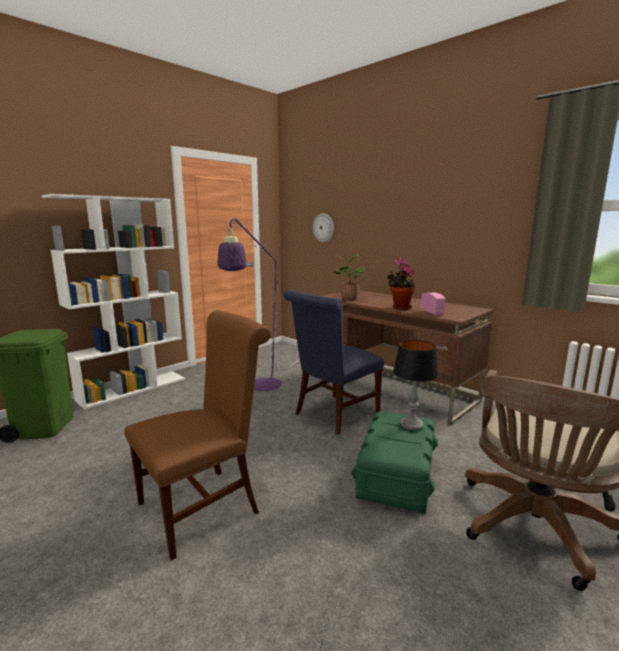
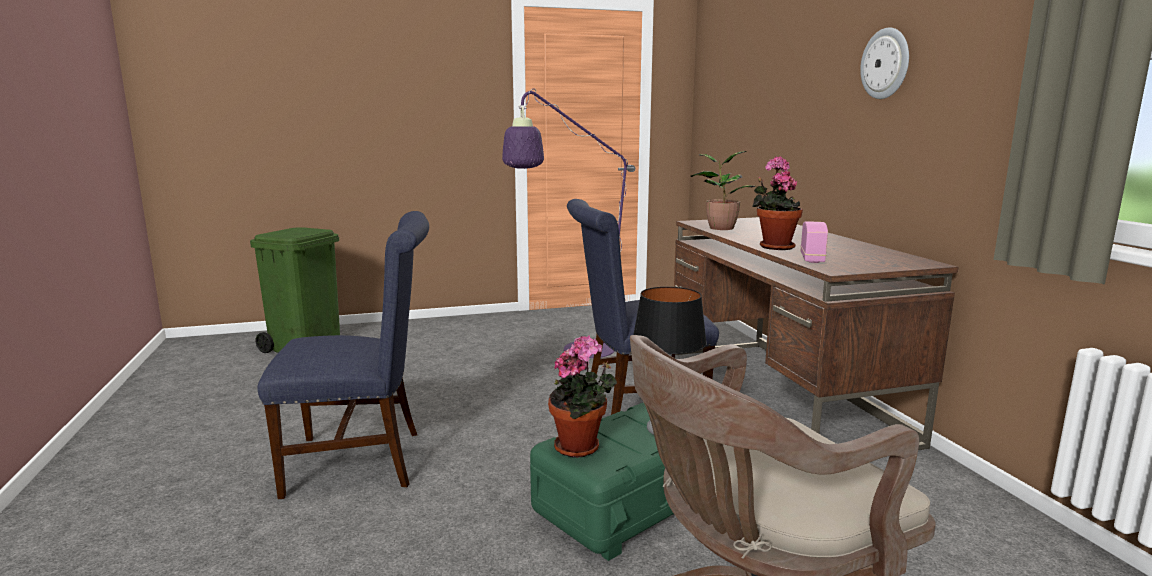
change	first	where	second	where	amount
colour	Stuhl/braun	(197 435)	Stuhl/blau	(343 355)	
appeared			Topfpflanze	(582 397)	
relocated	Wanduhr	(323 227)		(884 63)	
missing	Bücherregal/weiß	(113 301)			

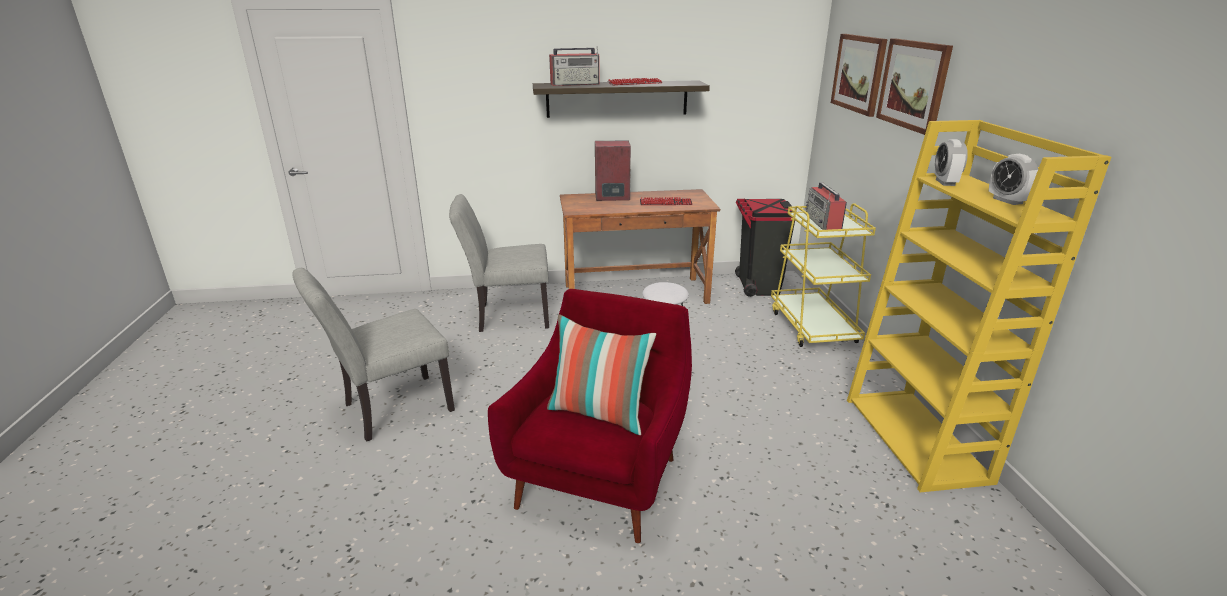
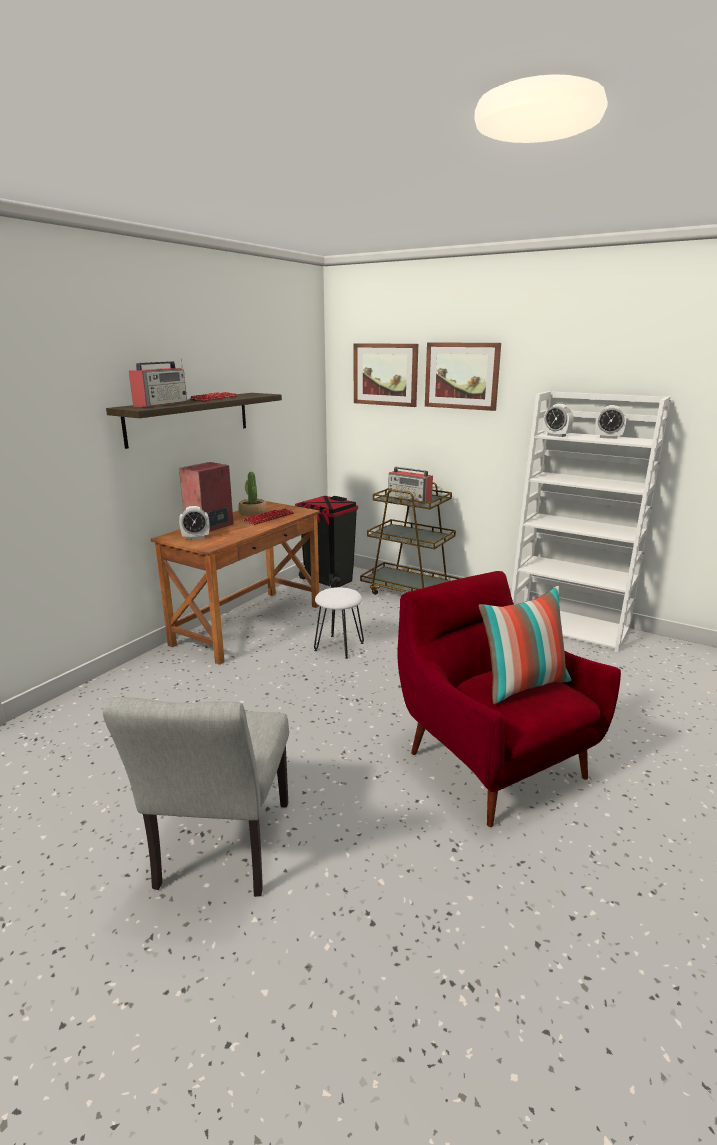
change	first	where	second	where	amount
appeared			Wecker	(194 523)	
appeared			Topfpflanze	(252 494)	
colour	Rollwagen/gelb	(823 275)	Rollwagen/braun	(410 538)	
colour	Bücherregal/gelb	(979 306)	Bücherregal/weiß	(591 521)	
missing	Stuhl/grau	(499 263)			

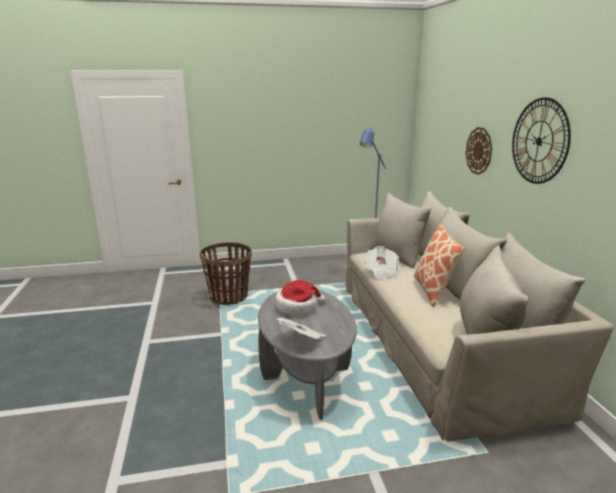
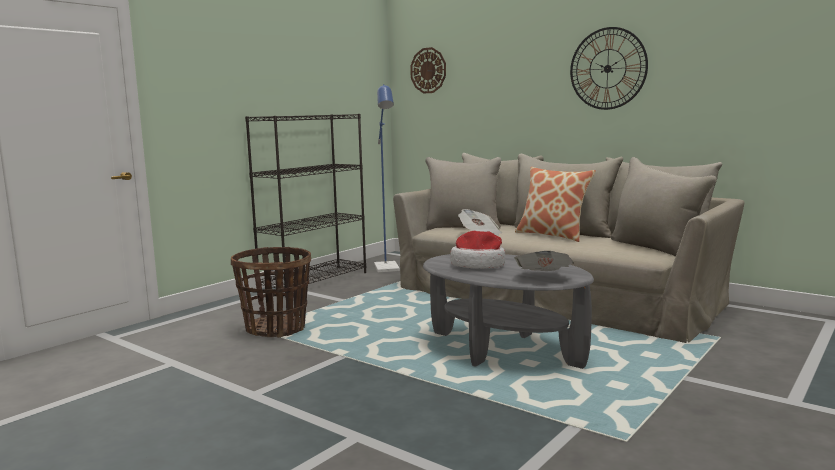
change	first	where	second	where	amount
appeared			Bücherregal/schwarz	(305 205)	
relocated	Wanduhr	(479 151)		(428 70)	

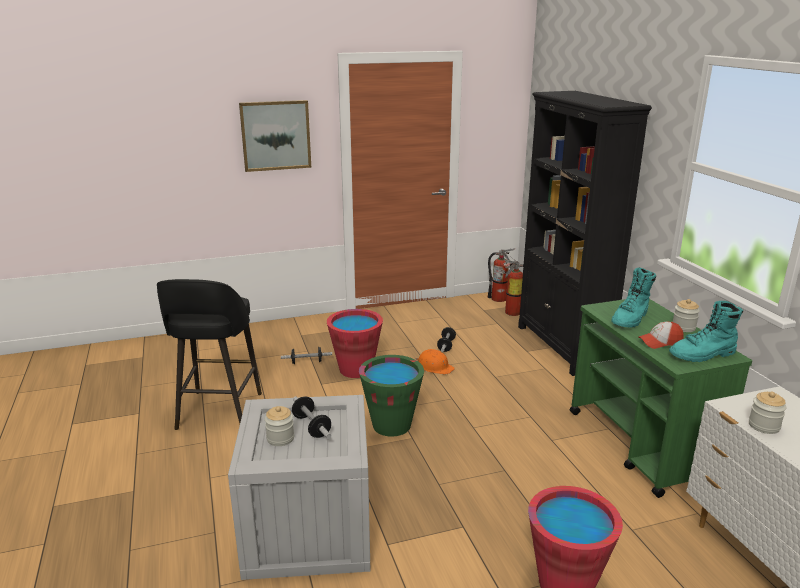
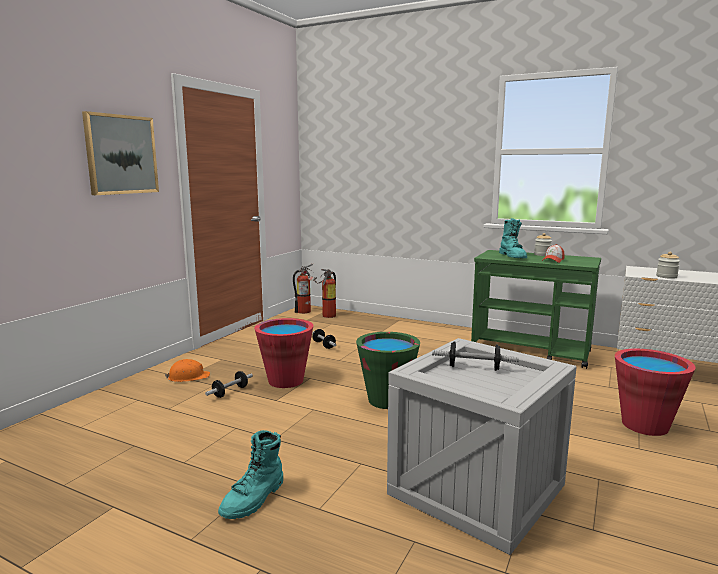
change	first	where	second	where	amount
relocated	Schutzhelm/orange	(435 362)		(187 370)	
relocated	Stiefel/türkis	(706 331)		(250 474)	
missing	Hocker/schwarz	(209 354)			
missing	Vorratsglas	(279 426)			
missing	Bücherregal/schwarz	(585 233)			

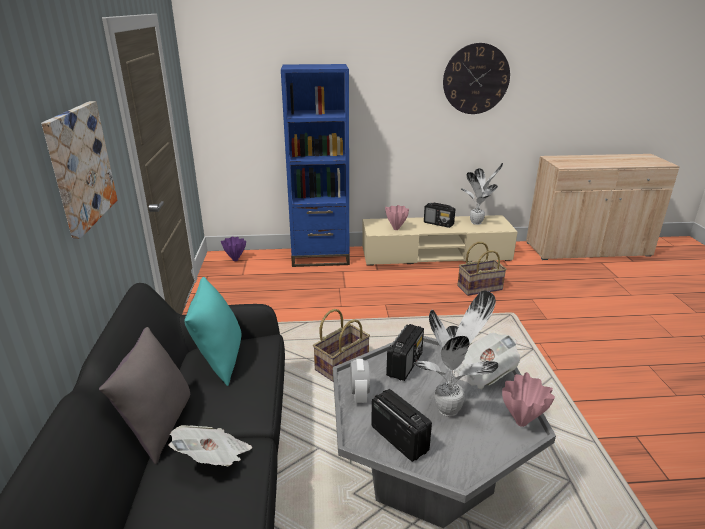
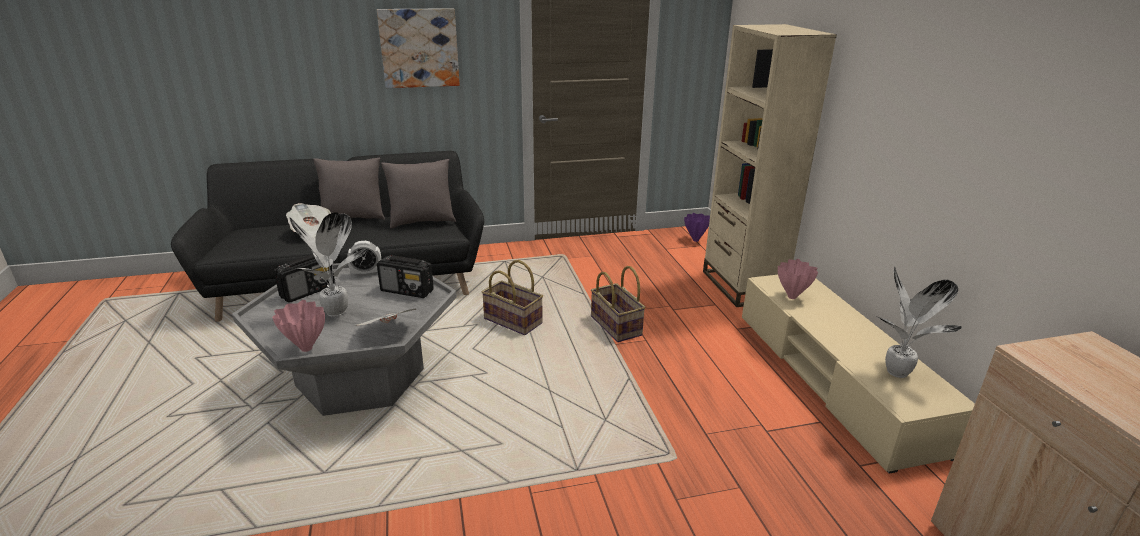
change	first	where	second	where	amount
colour	Kissen/türkis	(213 331)	Kissen/grau	(418 194)	
relocated	Korb	(482 269)		(618 304)	
colour	Bücherregal/blau	(315 165)	Bücherregal/beige	(770 165)	
missing	Radio	(440 215)			
missing	Wanduhr	(476 78)			

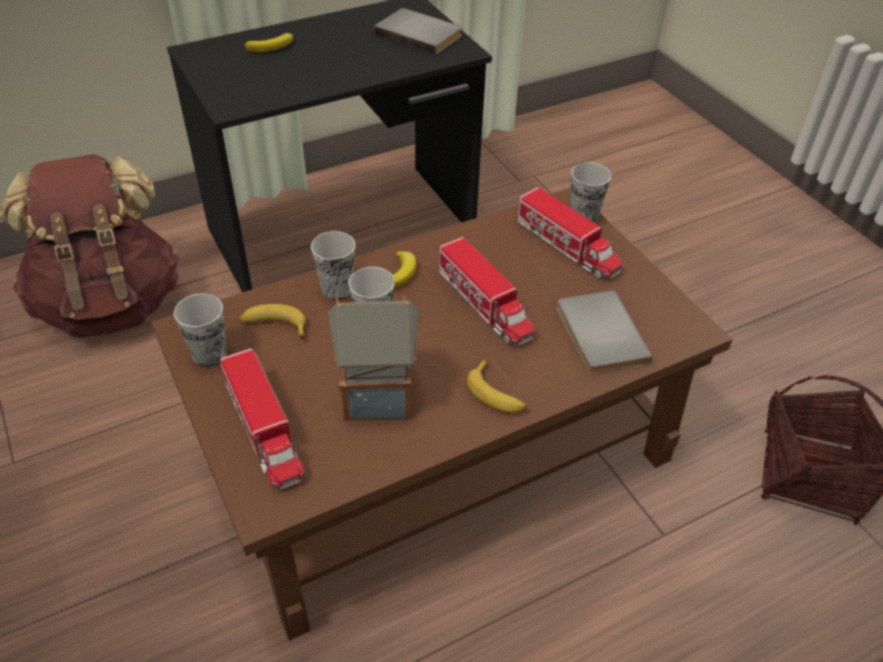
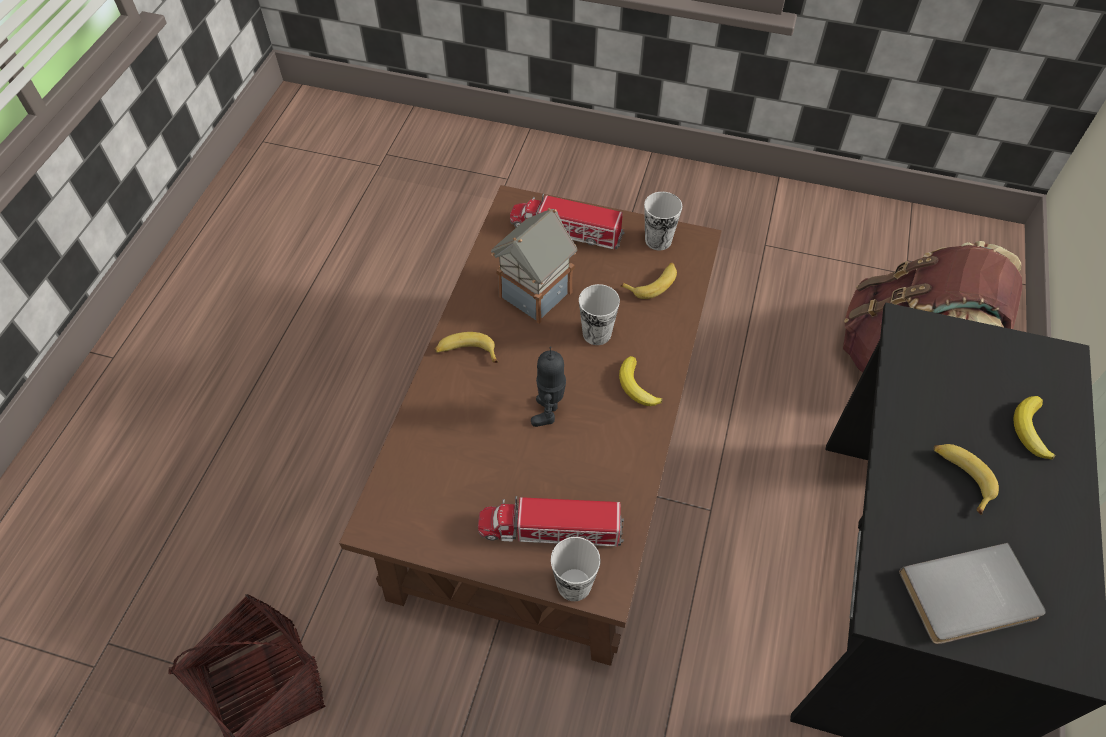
change	first	where	second	where	amount
exchanged	Spielzeuglaster	(486 291)	Spielzeugroboter	(548 387)	
appeared			Banane	(966 479)	
missing	Tasse	(333 265)			
missing	Buch/grau	(605 332)			

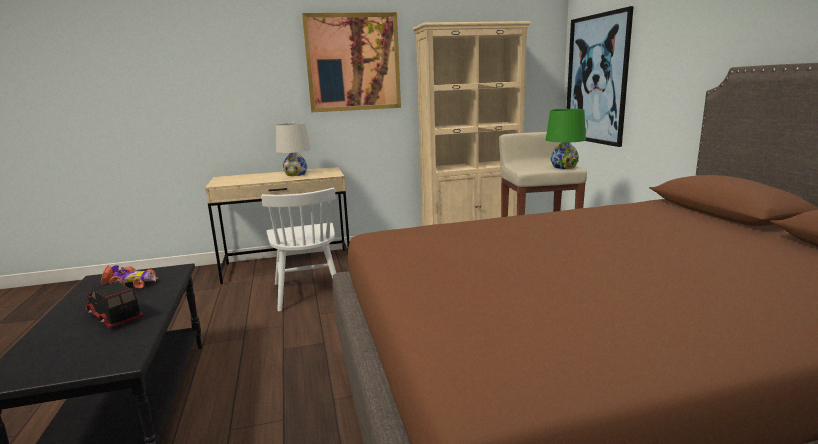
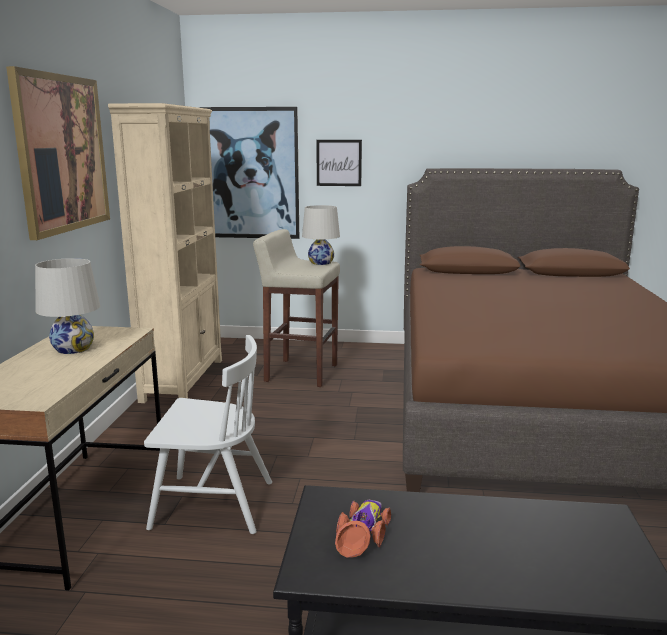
change	first	where	second	where	amount
colour	Tischlampe/grün	(566 139)	Tischlampe/weiß	(321 235)	
appeared			Bild	(339 163)	
missing	Spielzeuglaster	(114 305)			

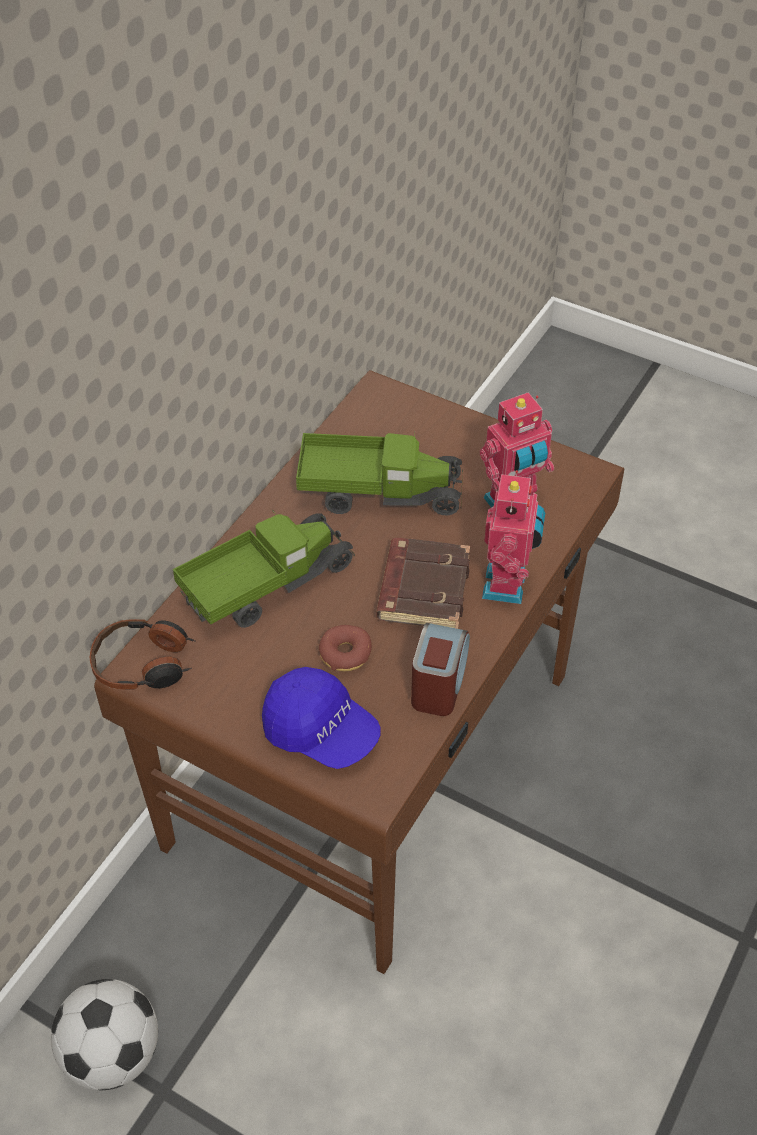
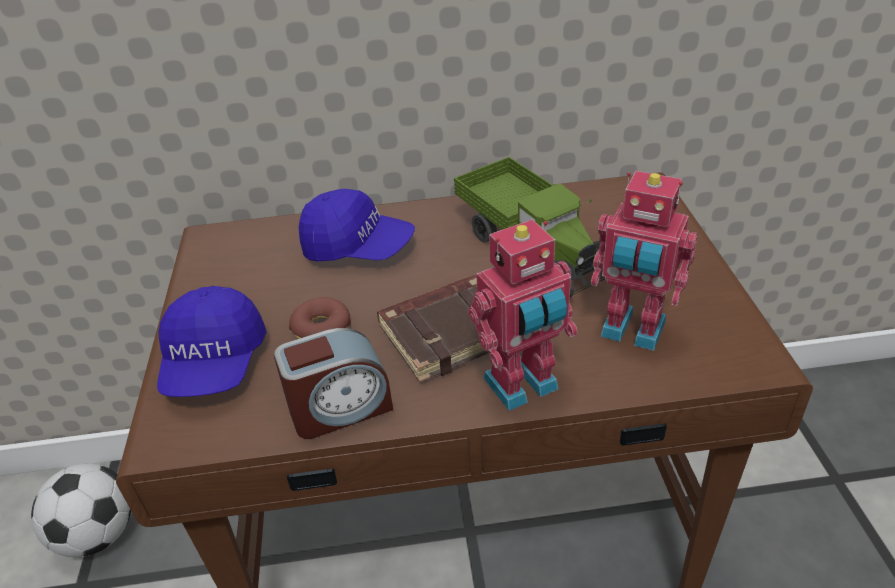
change	first	where	second	where	amount
exchanged	Spielzeuglaster	(264 569)	Kappe/blau	(357 225)	
missing	Kopfhörer	(143 654)			

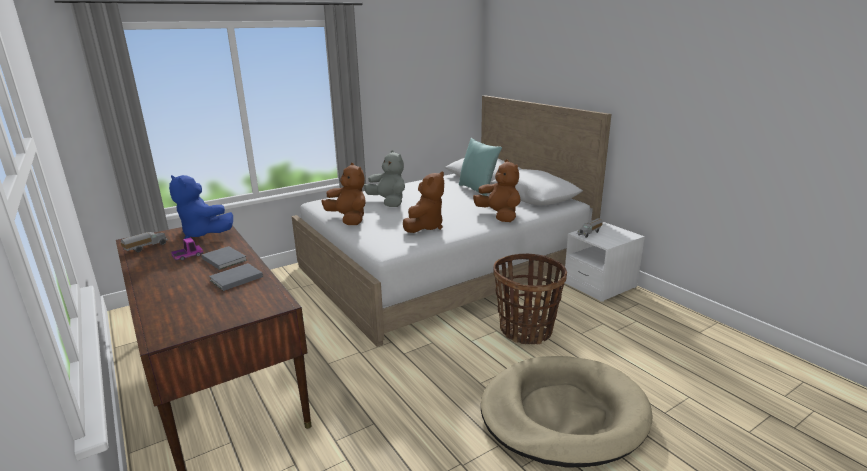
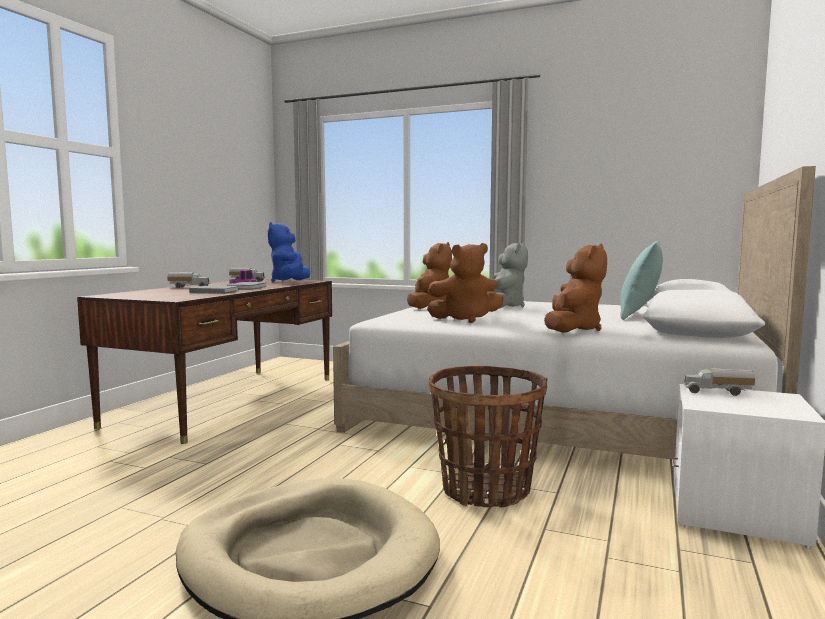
change	first	where	second	where	amount
appeared			Spielzeuglaster	(189 280)	

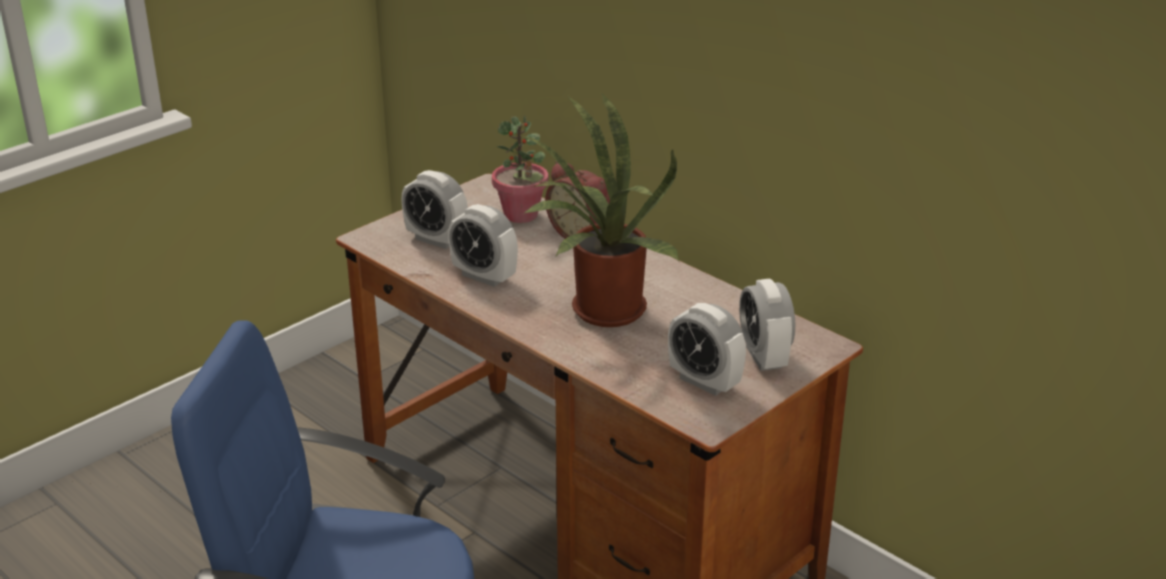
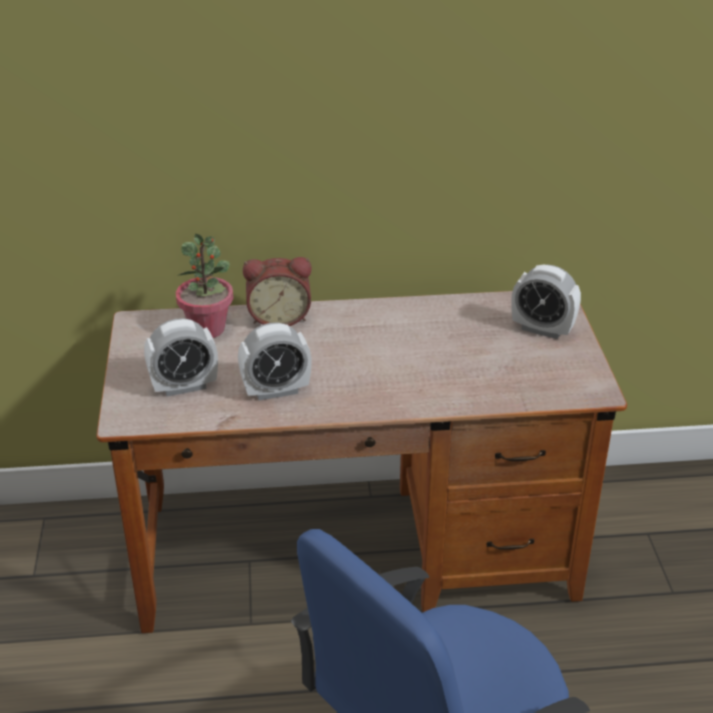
change	first	where	second	where	amount
missing	Topfpflanze	(600 209)			
missing	Wecker	(707 349)			

